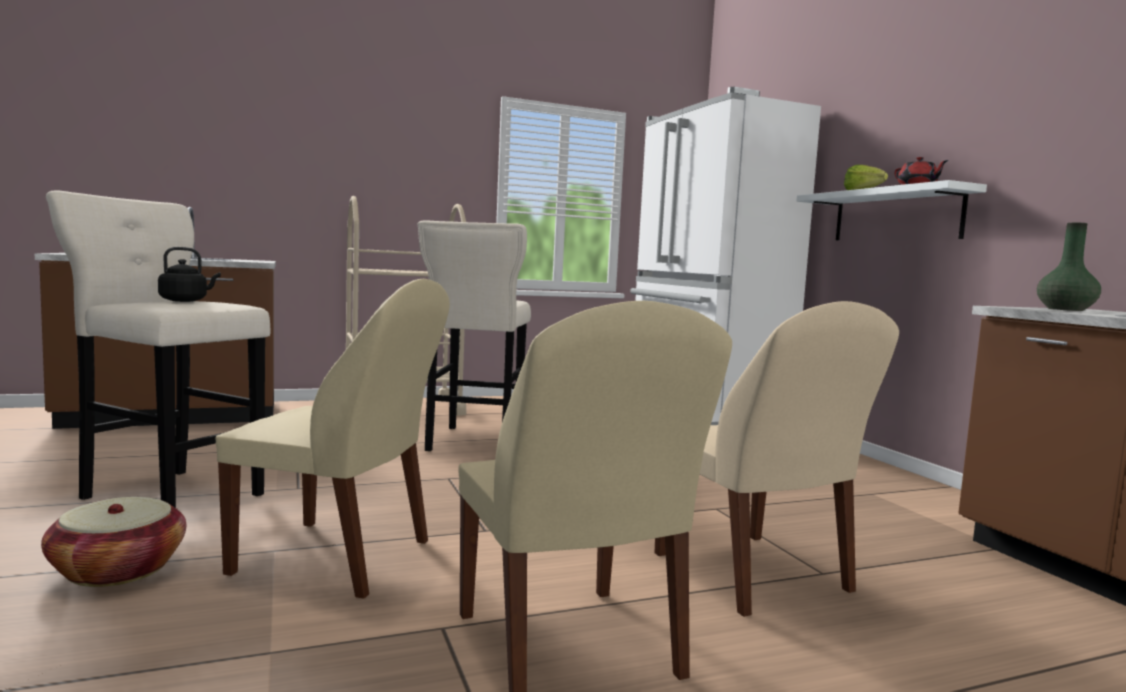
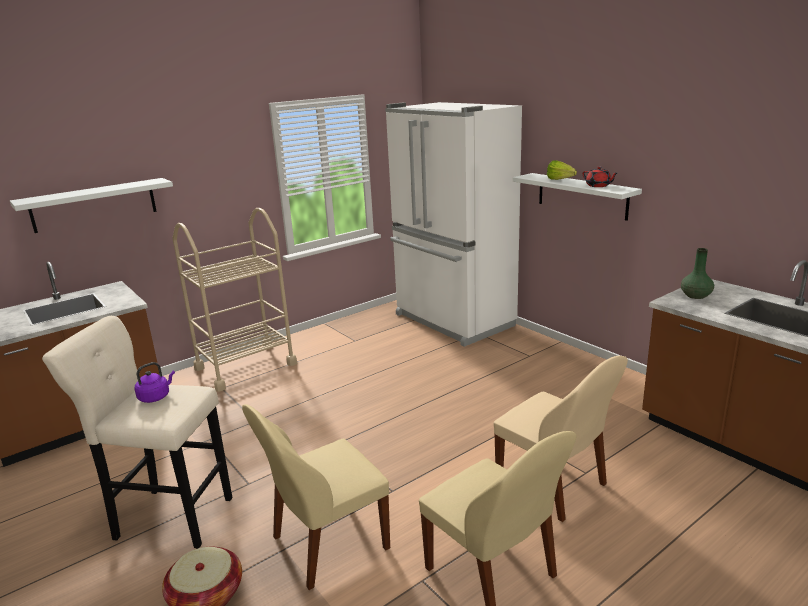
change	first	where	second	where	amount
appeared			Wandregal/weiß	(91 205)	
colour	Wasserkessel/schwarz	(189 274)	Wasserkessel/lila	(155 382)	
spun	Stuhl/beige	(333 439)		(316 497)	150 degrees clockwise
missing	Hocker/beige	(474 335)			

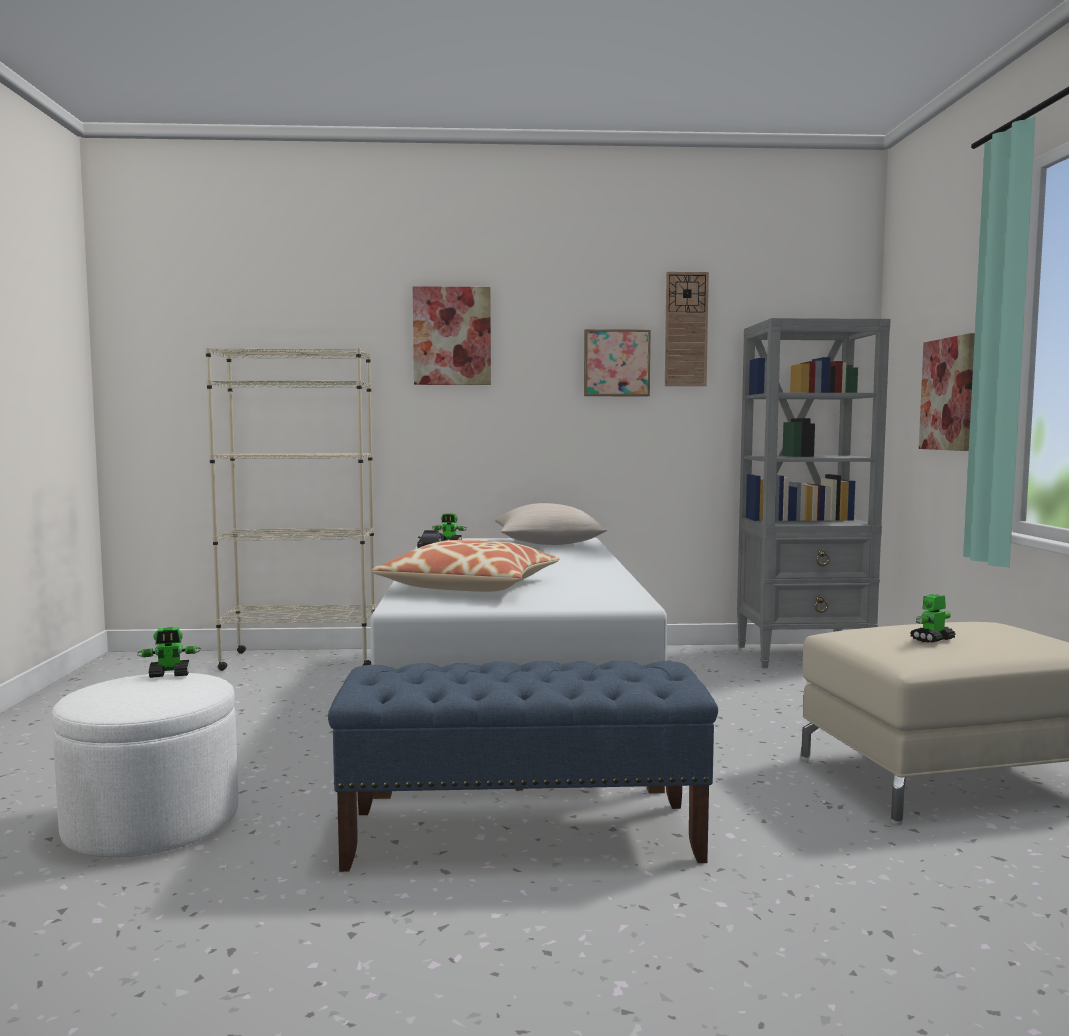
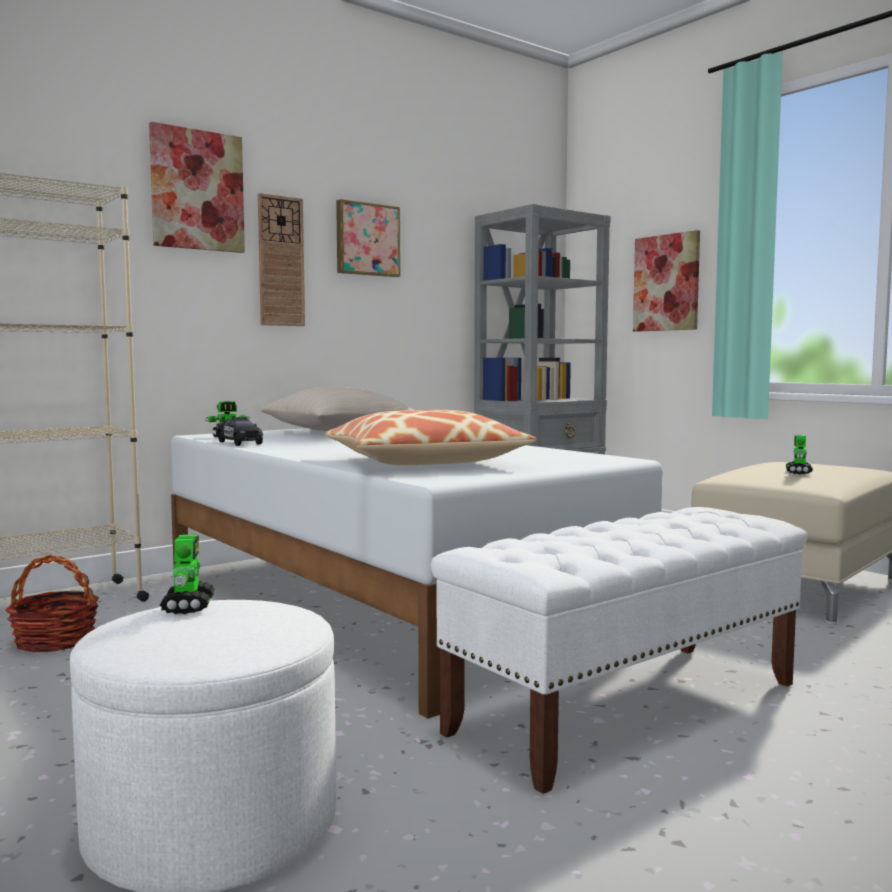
change	first	where	second	where	amount
appeared			Korb	(52 603)	
spun	Spielzeugroboter	(169 652)		(187 574)	45 degrees counterclockwise
relocated	Wanduhr	(687 329)		(281 259)	
colour	Bank/blau	(523 766)	Bank/weiß	(619 650)	

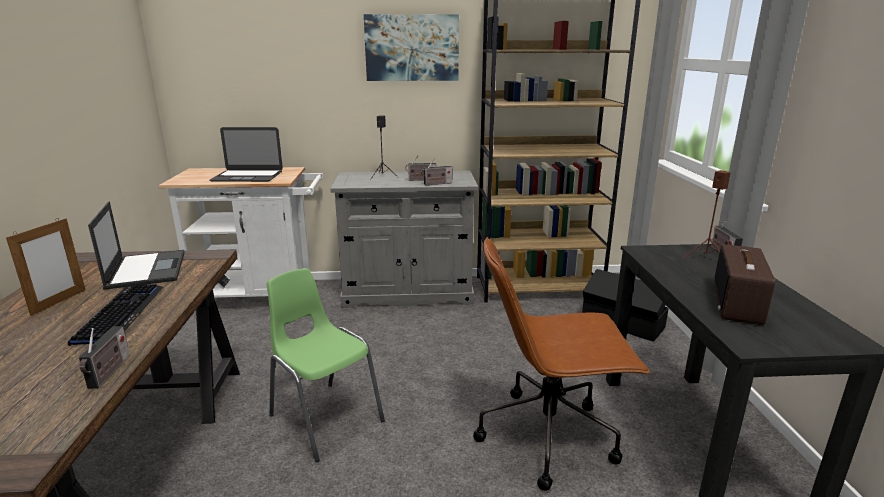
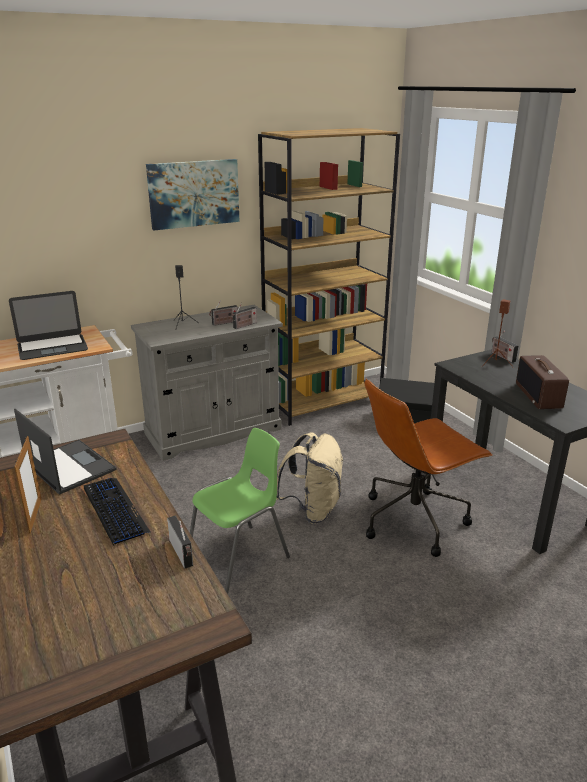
change	first	where	second	where	amount
spun	Stuhl/grün	(326 365)		(240 511)	120 degrees clockwise
appeared			Rucksack/beige	(309 478)	

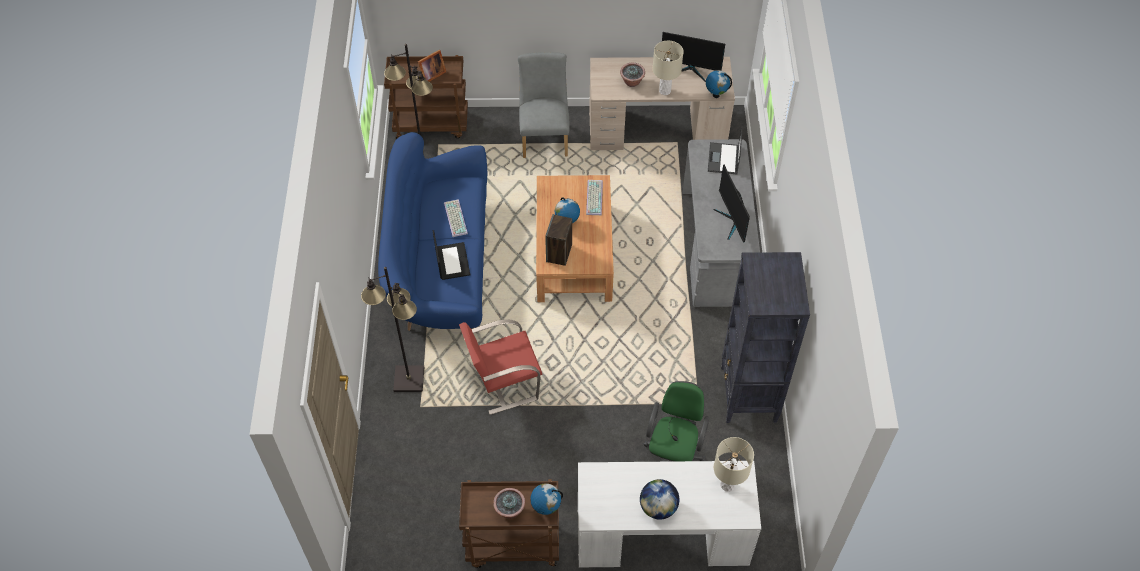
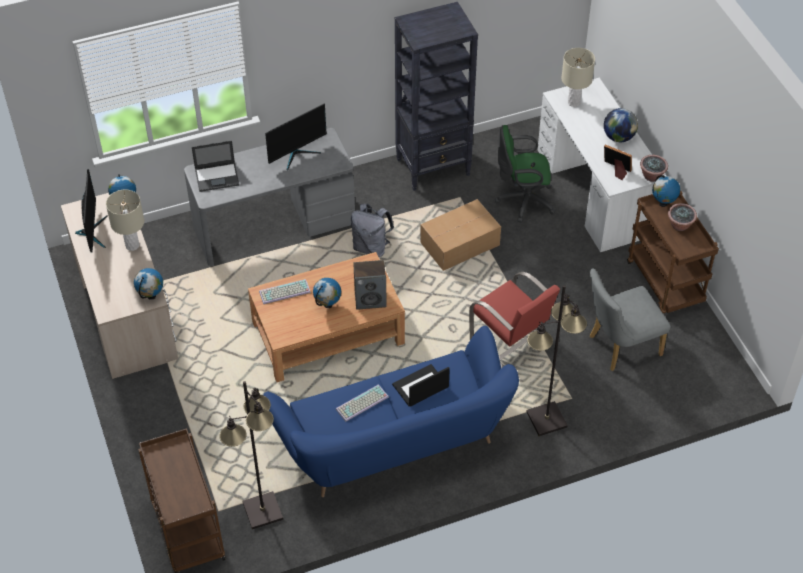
change	first	where	second	where	amount
appeared			Globus	(148 284)	
appeared			Rucksack/grau	(372 230)	
appeared			Karton	(460 235)	
relocated	Stuhl/grau	(544 105)		(630 319)	
relocated	Bilderrahmen	(432 66)		(618 162)	
relocated	Topfpflanze	(632 75)		(654 168)	

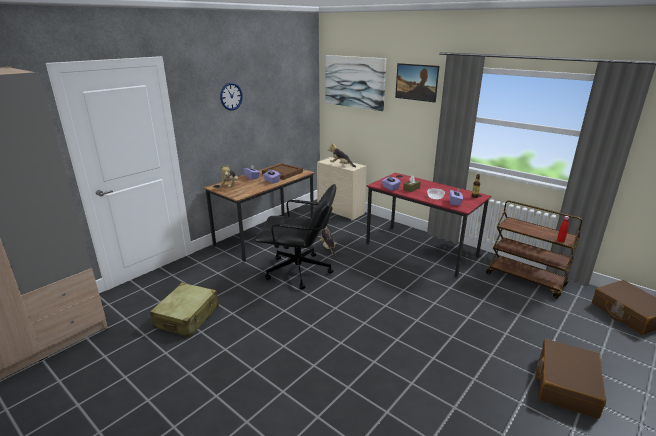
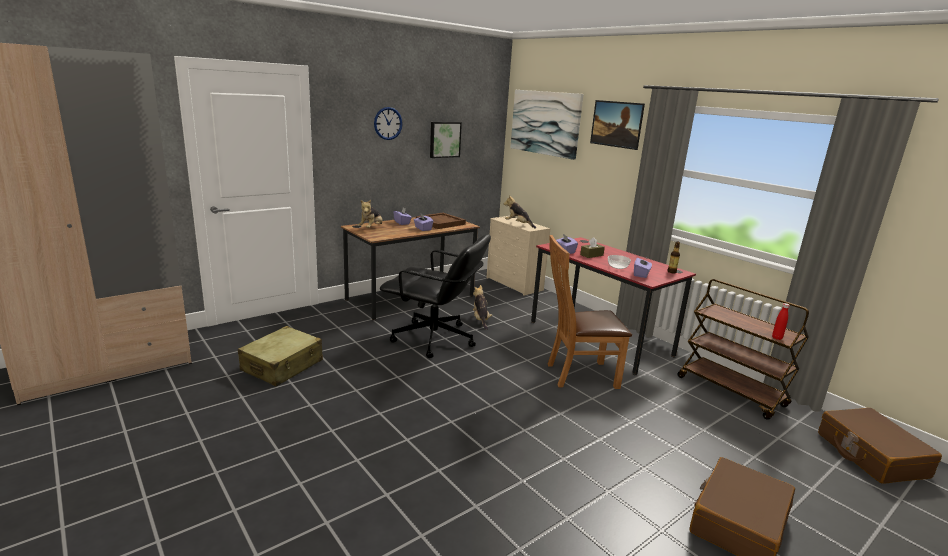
change	first	where	second	where	amount
appeared			Bild	(446 140)	
appeared			Stuhl/braun	(589 312)	

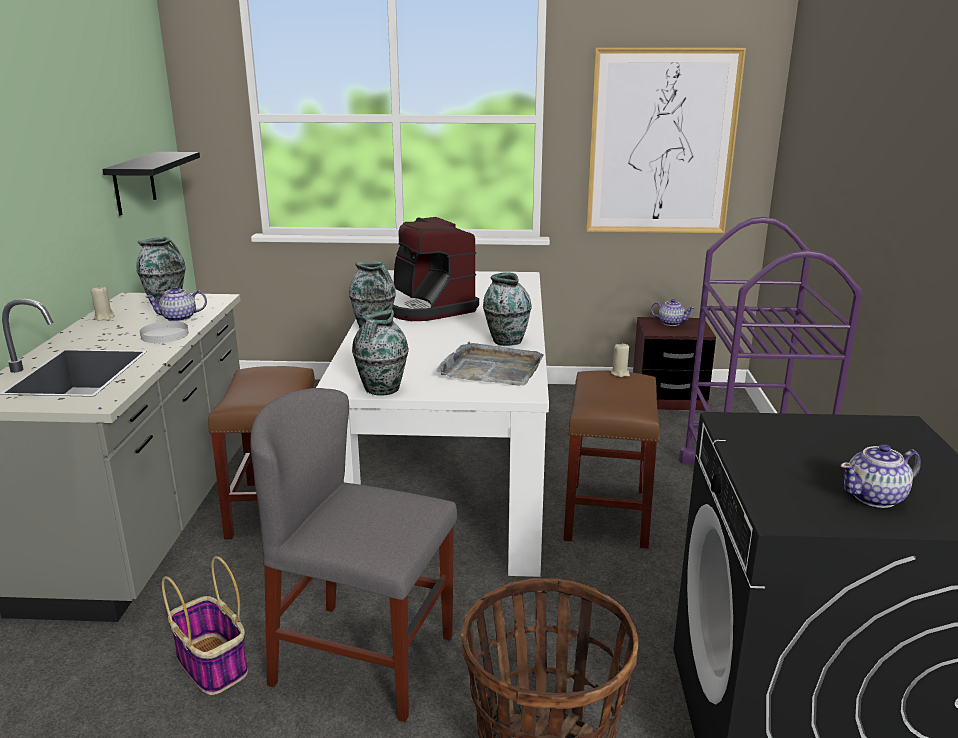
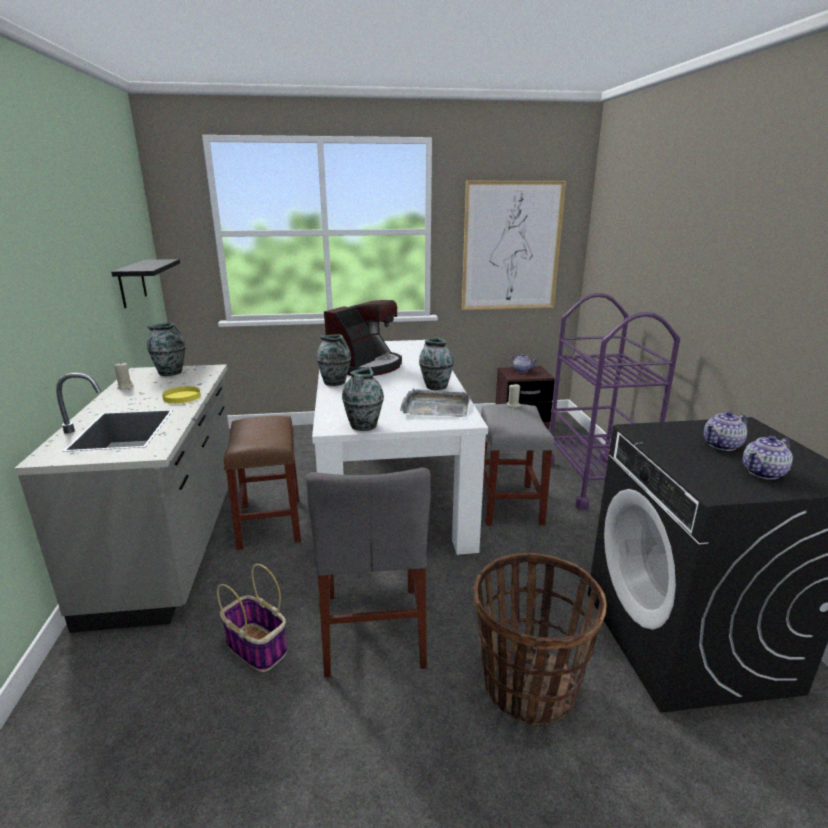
change	first	where	second	where	amount
colour	Teller/weiß	(164 332)	Teller/gelb	(181 395)	
spun	Stuhl/grau	(353 555)		(368 573)	105 degrees counterclockwise
spun	Kaffeemaschine	(435 269)		(363 338)	105 degrees counterclockwise
colour	Hocker/braun	(611 460)	Hocker/grau	(517 465)	
relocated	Teekanne	(176 304)		(725 431)	

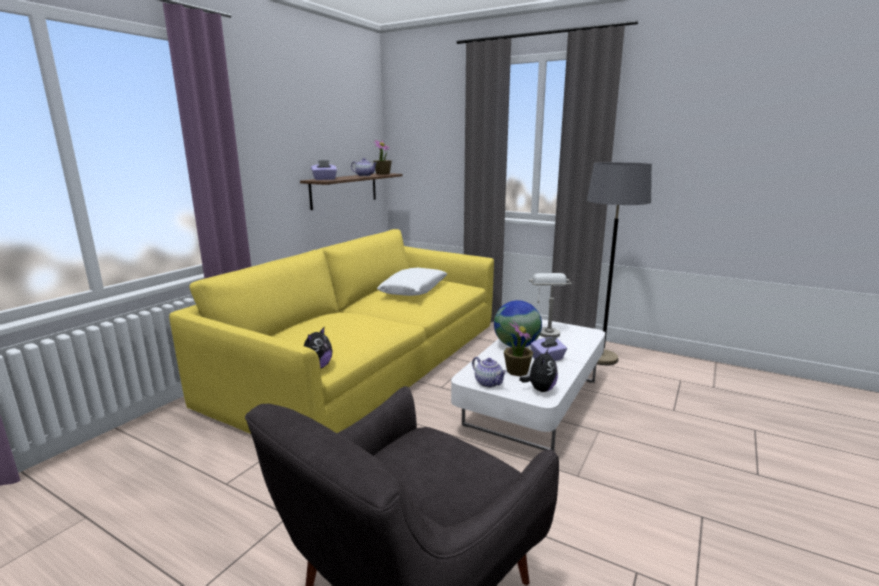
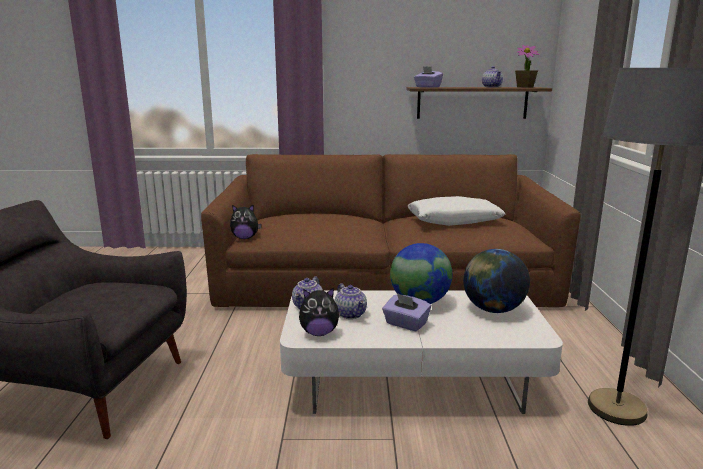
change	first	where	second	where	amount
colour	Sofa/gelb	(331 331)	Sofa/braun	(391 230)	
exchanged	Topfpflanze	(518 348)	Teekanne	(350 301)	
exchanged	Tischlampe/grau	(550 305)	Globus	(496 281)	

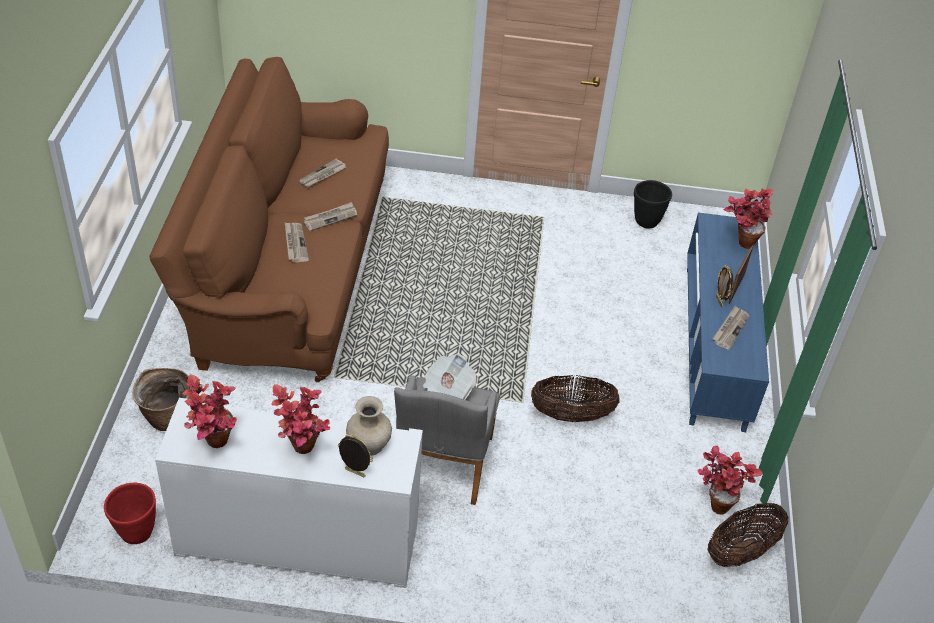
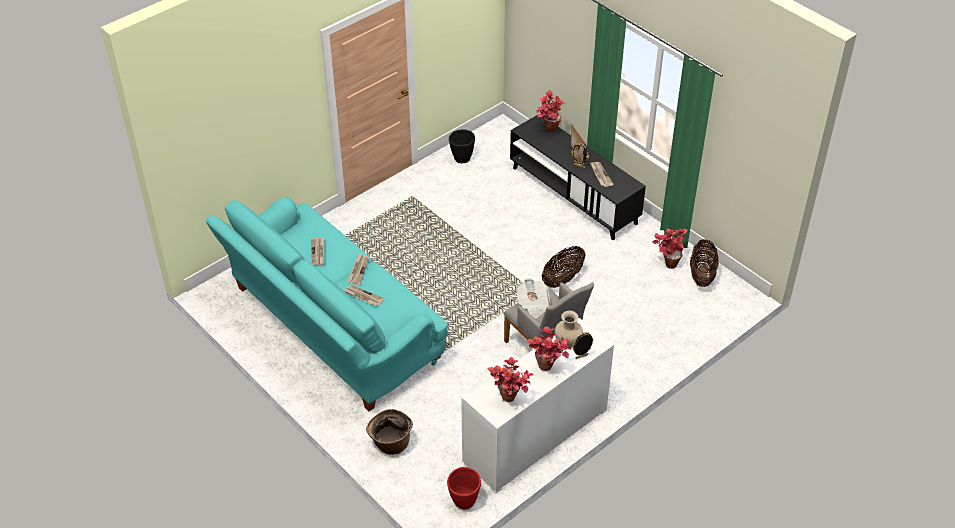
change	first	where	second	where	amount
colour	Sofa/braun	(269 219)	Sofa/türkis	(326 304)	
colour	Fernsehschrank/blau	(728 322)	Fernsehschrank/schwarz	(578 177)	

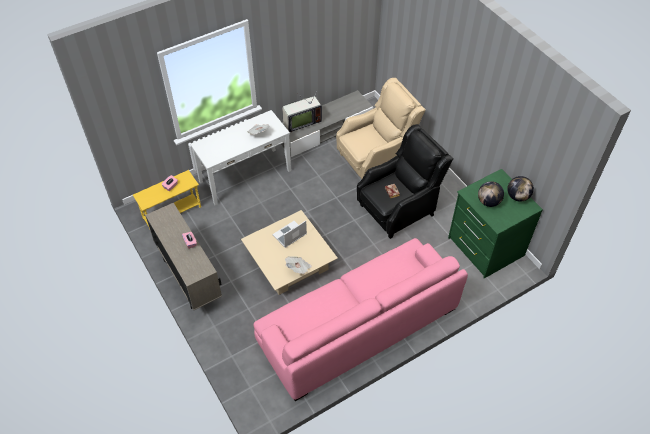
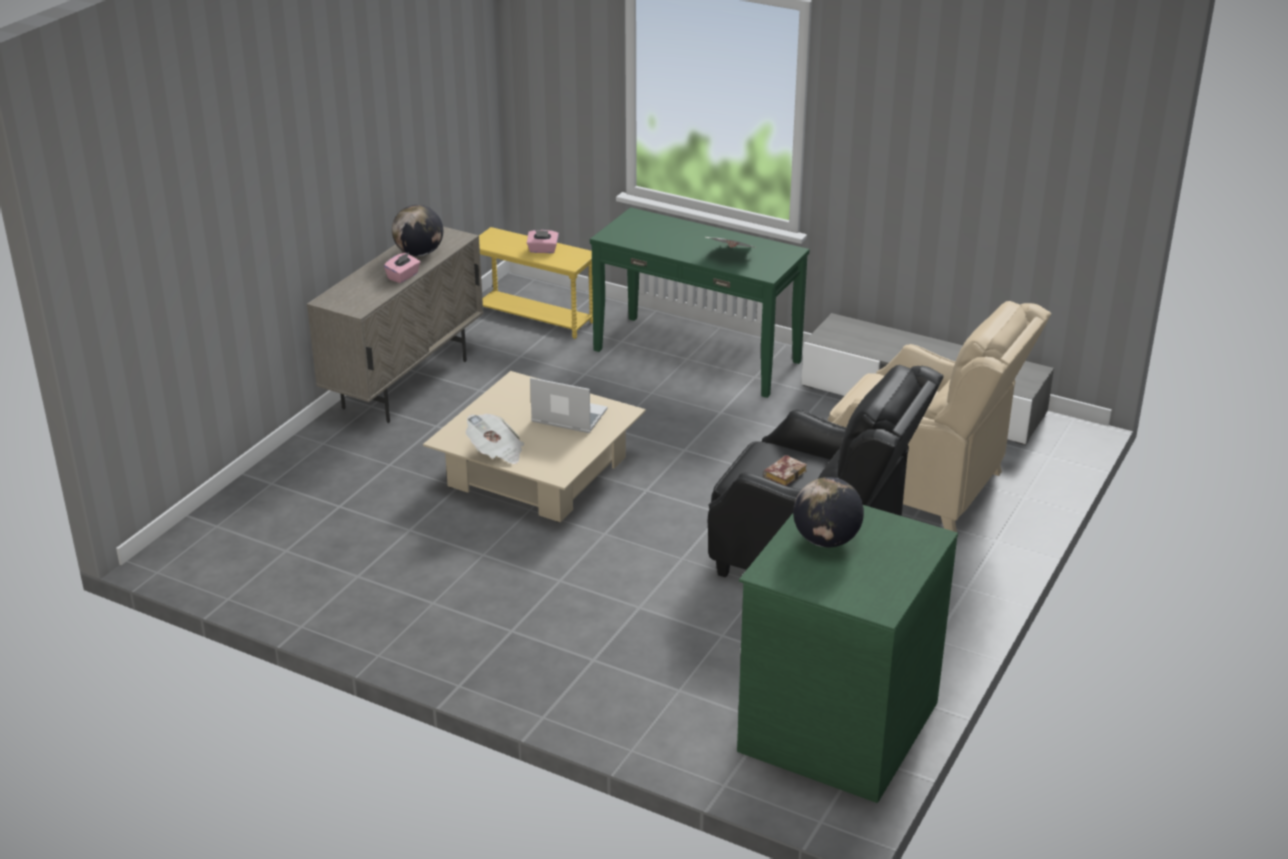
change	first	where	second	where	amount
relocated	Globus	(520 189)		(417 230)	
colour	Konsolentisch/weiß	(240 157)	Konsolentisch/grün	(699 302)	
missing	Sofa/rosa	(361 319)			
missing	Fernseher	(302 109)			

